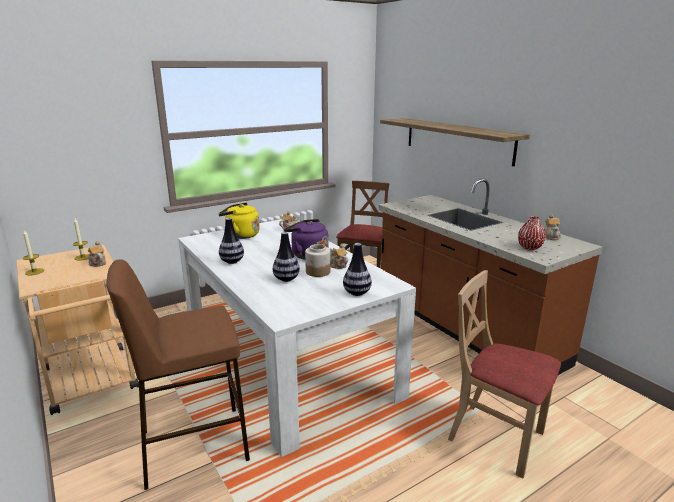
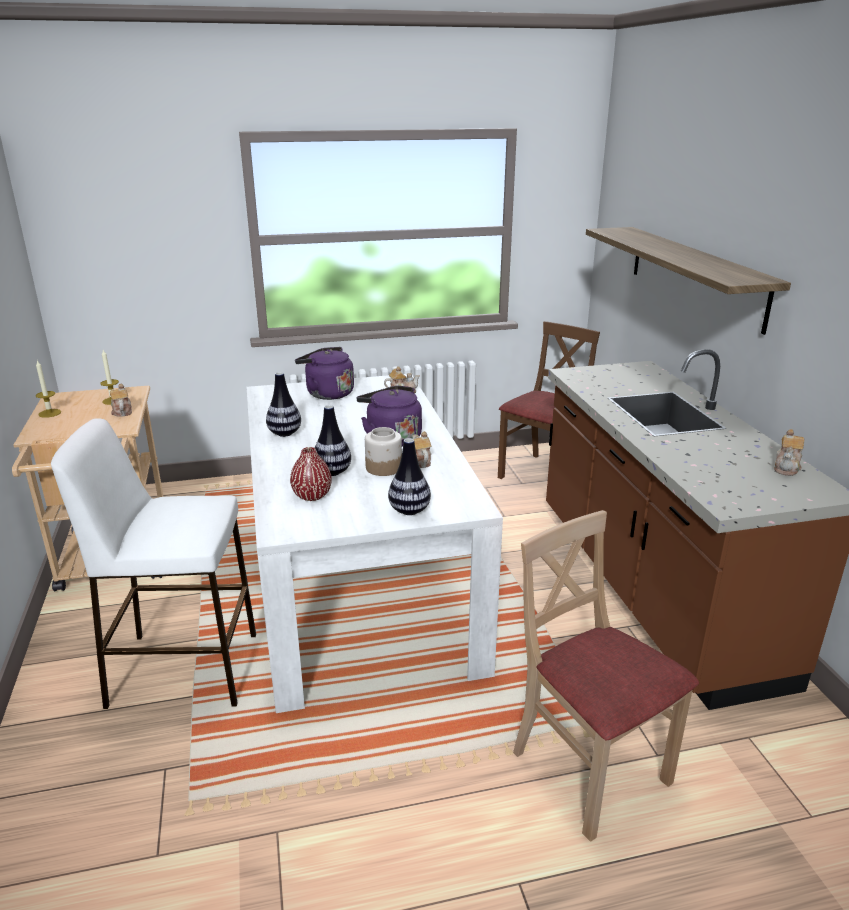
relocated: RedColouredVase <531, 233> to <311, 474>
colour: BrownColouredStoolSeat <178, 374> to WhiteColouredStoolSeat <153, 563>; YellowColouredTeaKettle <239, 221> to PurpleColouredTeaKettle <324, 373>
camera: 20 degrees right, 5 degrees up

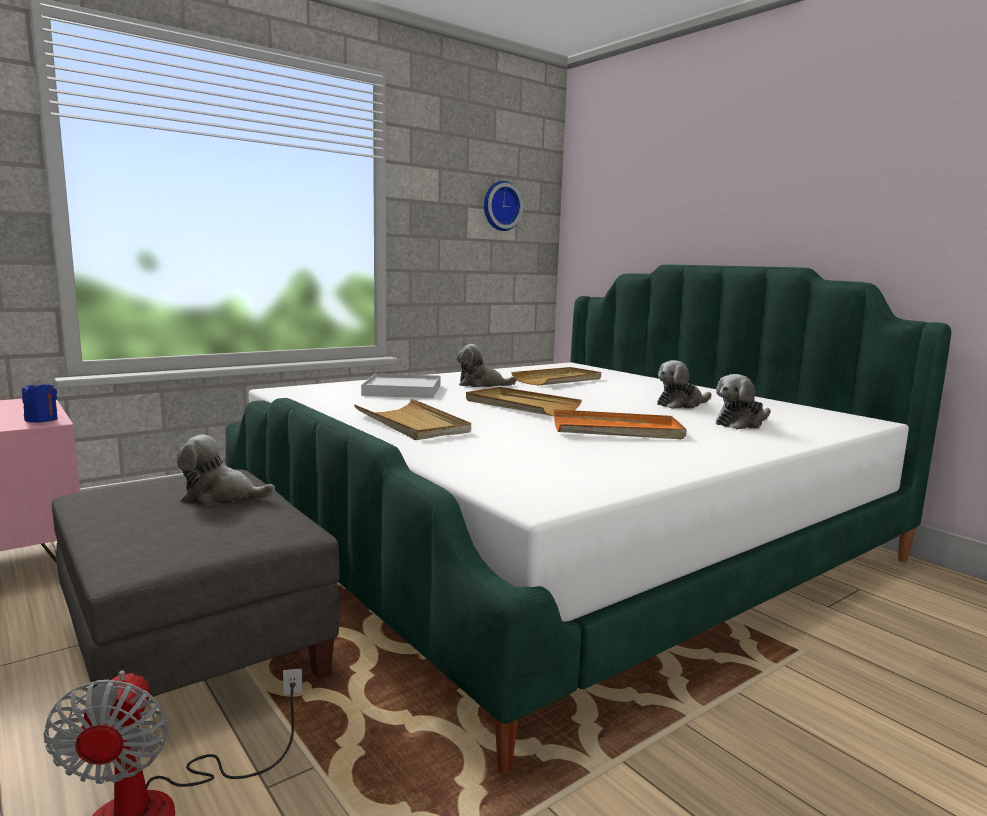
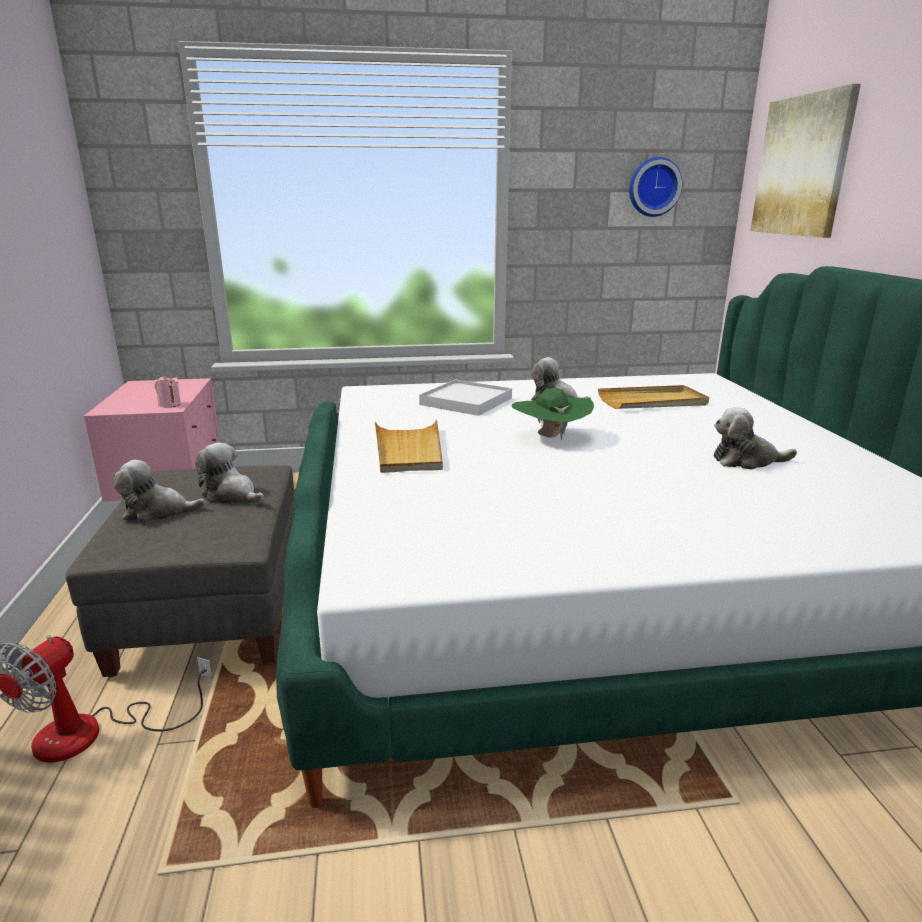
missing: OrangeColouredServingTray <620, 424>
appeared: Picture <805, 161>
relocated: SoftToy <743, 401> to <160, 491>
exchanged: BeigeColouredServingTray <524, 401> to GreenWearableHat <552, 414>
colour: BlueColouredCandle <40, 401> to PinkCandle <168, 391>
camera: 30 degrees right, 10 degrees up

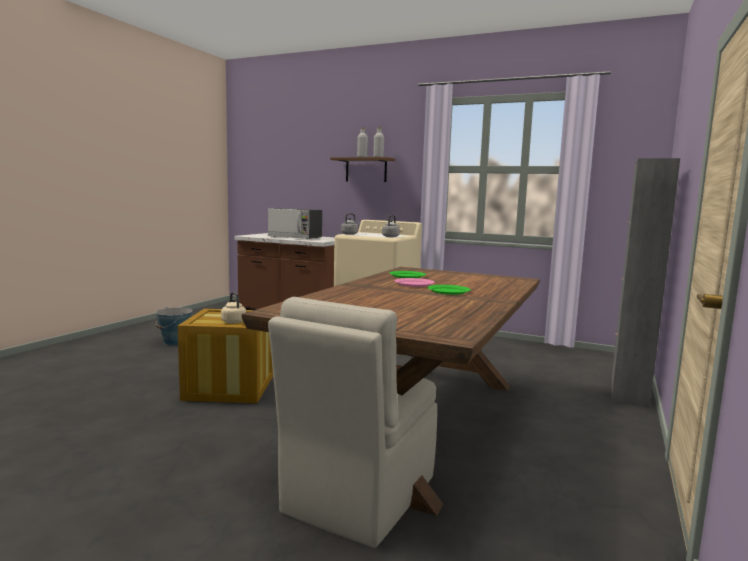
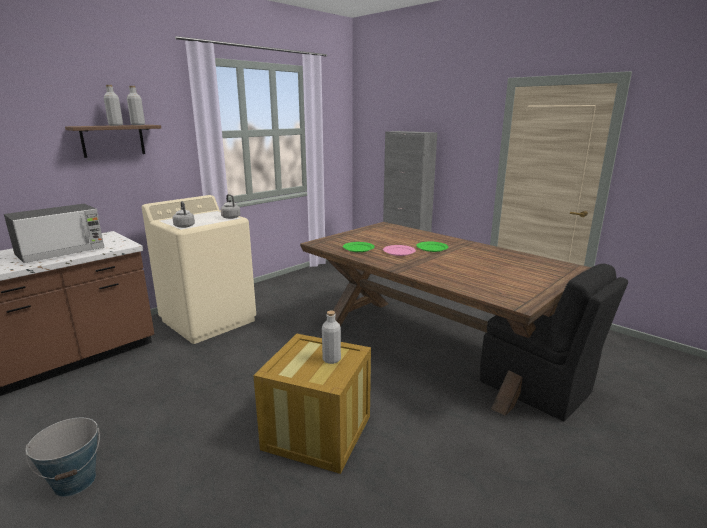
exchanged: BeigeColouredTeaKettle <233, 307> to GreyBottle <331, 337>
colour: BeigeColouredChair <352, 422> to BlackColouredChair <554, 342>
camera: 70 degrees left, 10 degrees up

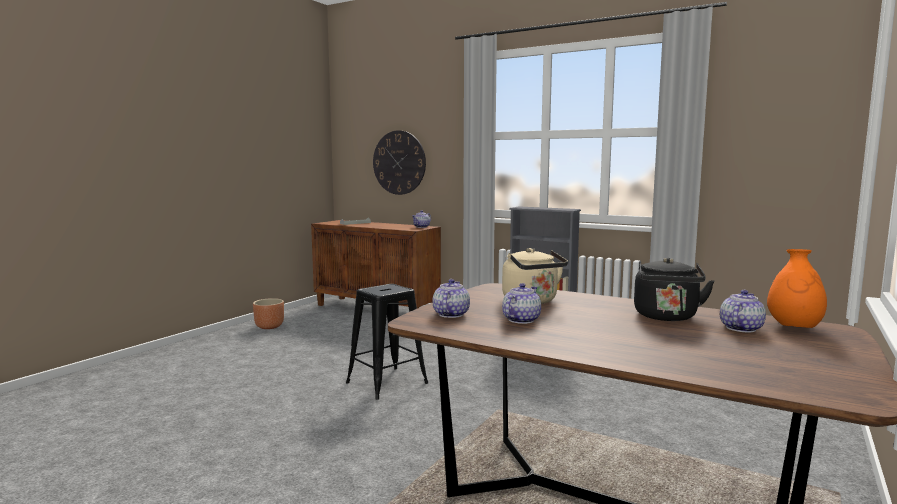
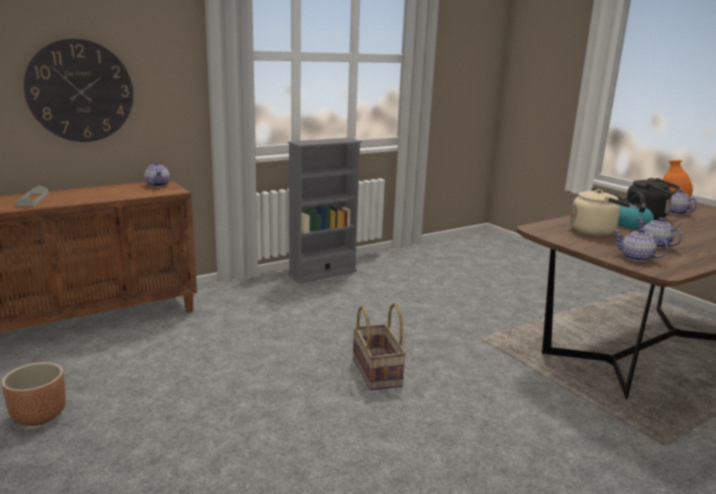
appeared: TeaKettle <636, 210>
exchanged: BlackColouredStoolSeat <387, 342> to HouseholdBasket <379, 347>
camera: 65 degrees left, 10 degrees up

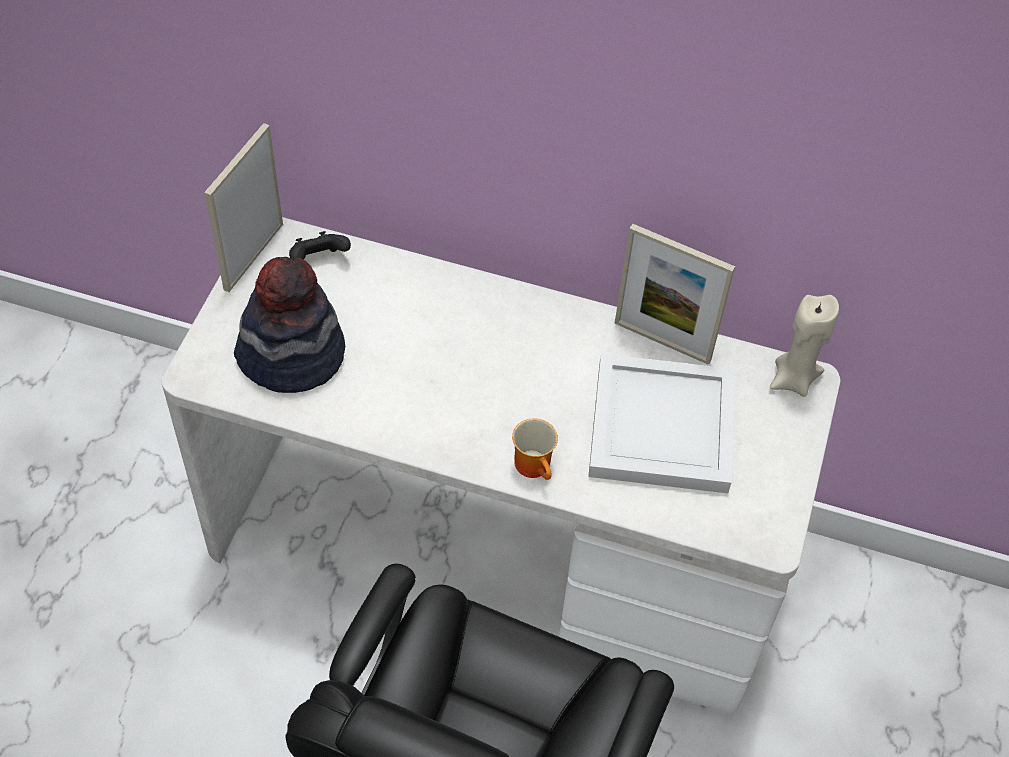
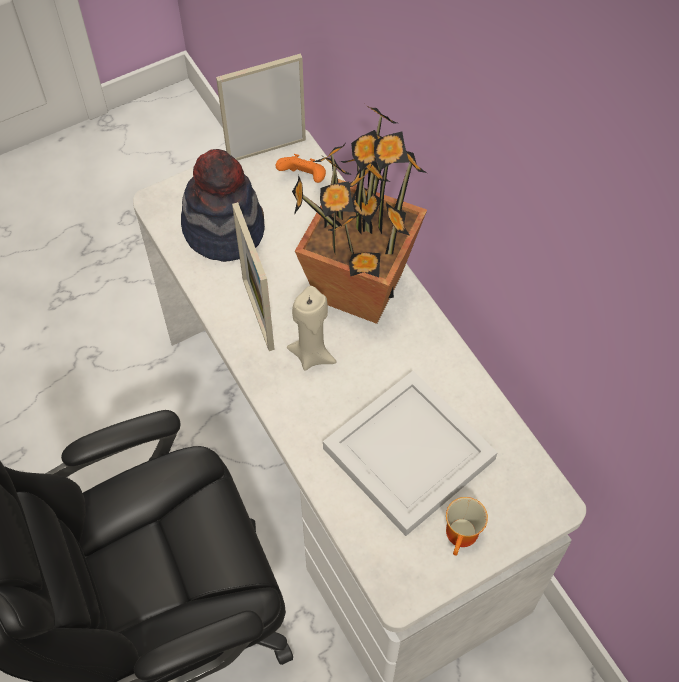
appeared: Houseplant <359, 214>
relocated: Mug <535, 449> to <467, 526>; PhotoFrame <675, 294> to <253, 276>; BeigeColouredCandle <804, 346> to <312, 328>
colour: BlackColouredGamepad <320, 245> to OrangeColouredGamepad <301, 168>
camera: 45 degrees right, 5 degrees up

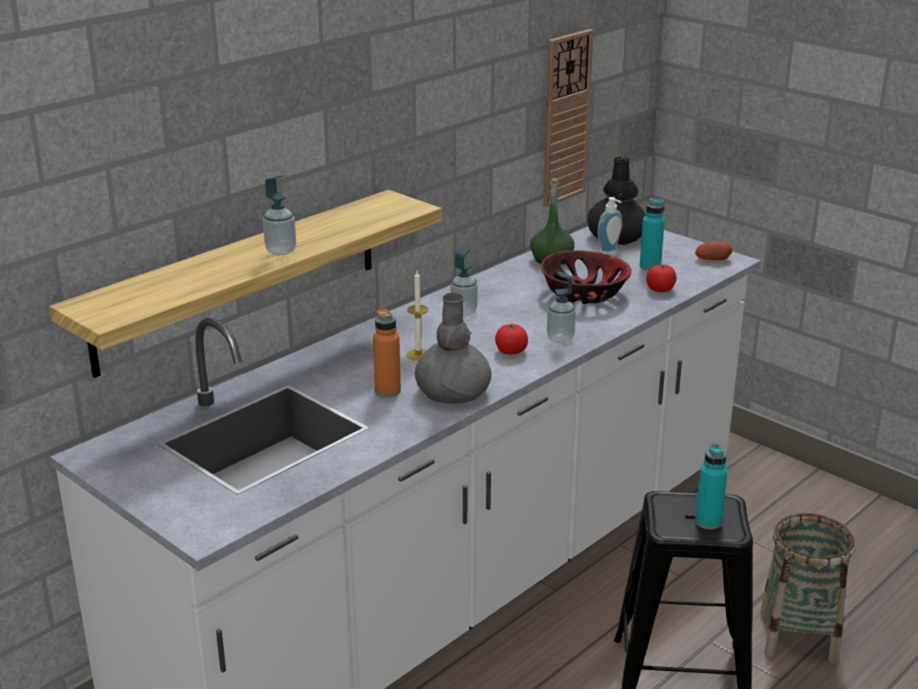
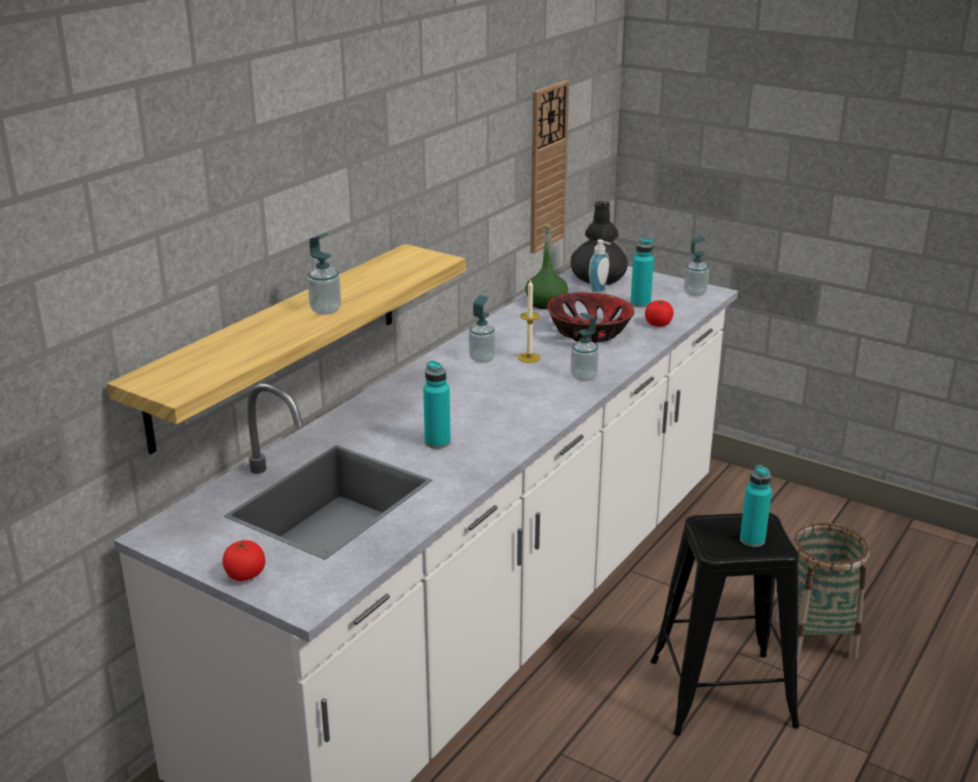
missing: GreyVase <453, 348>
relocated: Candle <417, 316> to <529, 321>; Tomato <511, 339> to <243, 560>
exchanged: WholePotato <713, 250> to SoapBottle <696, 266>
colour: OrangeColouredBottle <387, 353> to TurquoiseBottle <437, 405>
camera: 10 degrees left, 0 degrees up

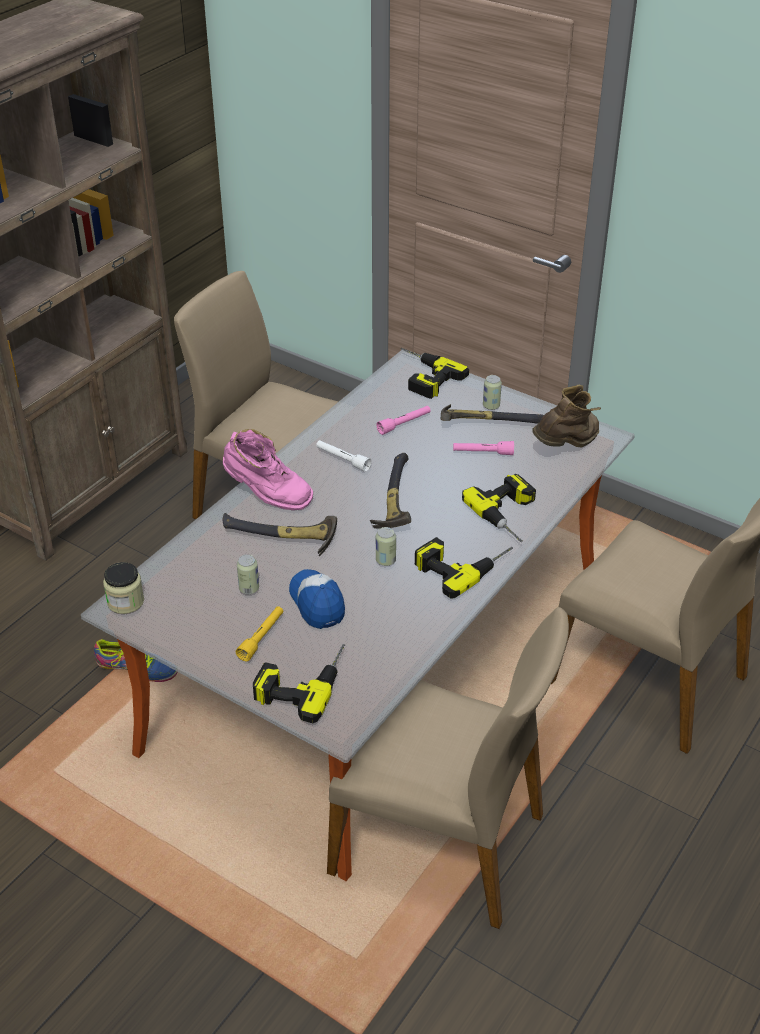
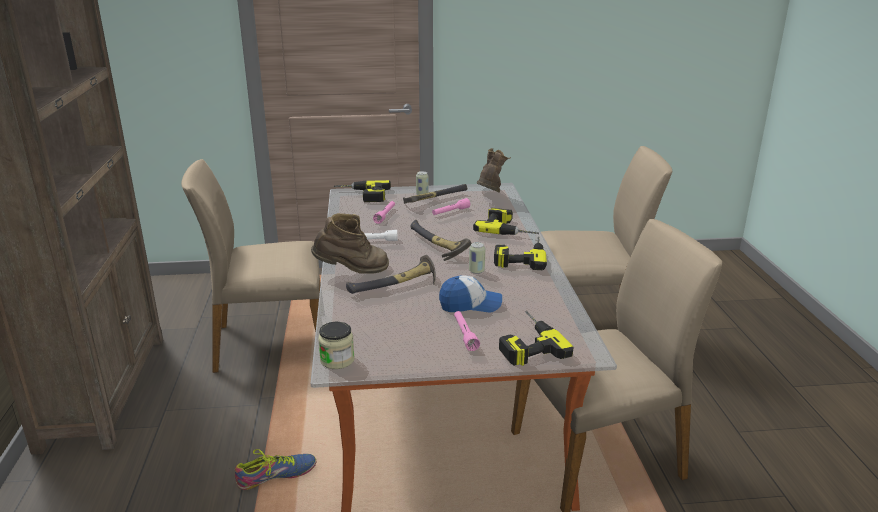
missing: MetalCan <248, 574>
colour: PinkHighTopBoot <268, 469> to BrownColouredHighTopBoot <350, 243>; YellowColouredTorch <259, 633> to PinkTorch <467, 331>
spun: Cap <317, 599> = <470, 294> 150 degrees clockwise
camera: 40 degrees left, 15 degrees down

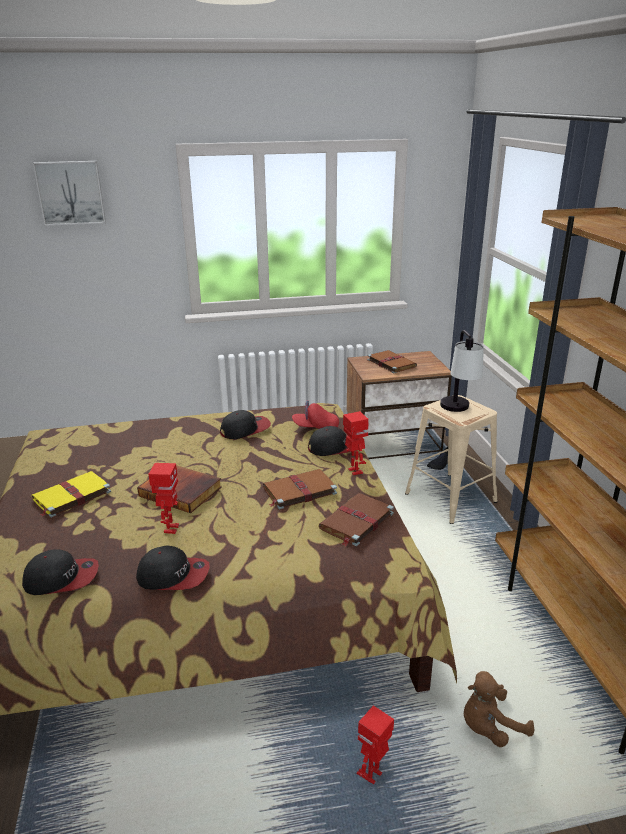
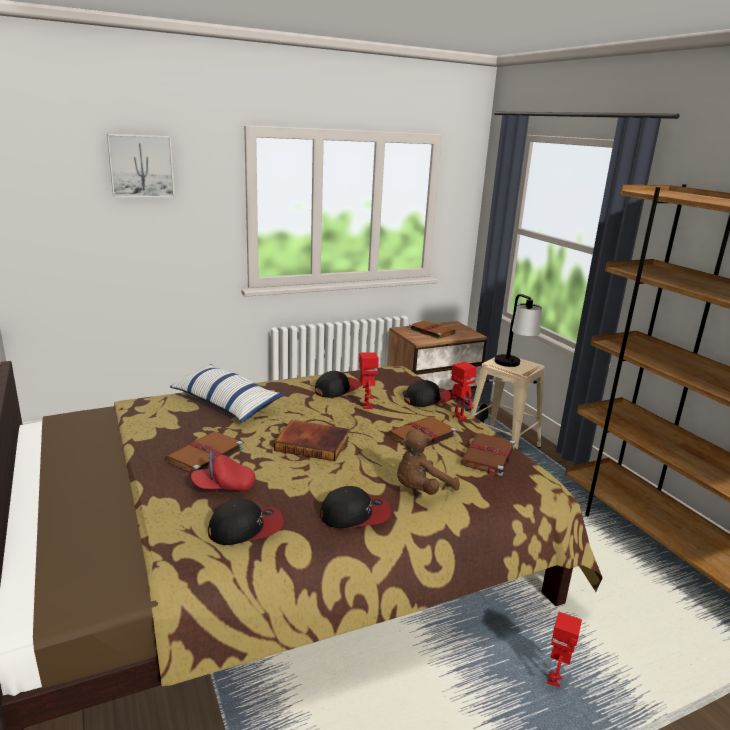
appeared: ThrowPillow <227, 393>
relocated: ModelRobot <163, 498> to <369, 380>; RedColouredCap <315, 414> to <223, 471>; BrownColouredSoftToy <499, 709> to <428, 462>
colour: YellowColouredBook <71, 494> to BrownColouredBook <204, 454>
camera: 15 degrees left, 5 degrees down

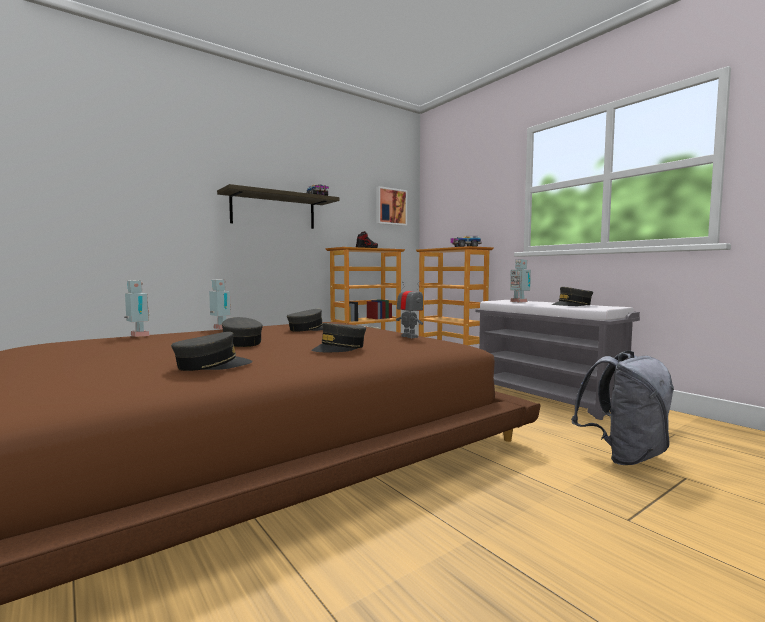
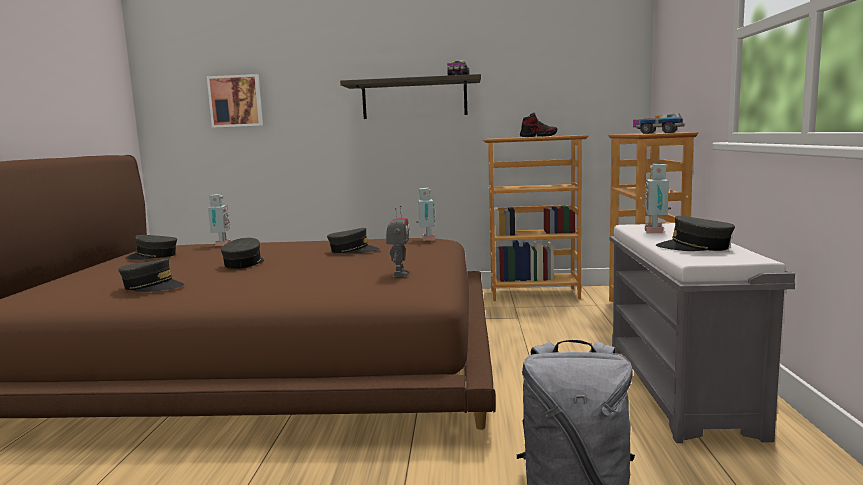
relocated: ModelRobot <220, 304> to <426, 214>; GreyCap <338, 337> to <151, 247>; Picture <391, 206> to <235, 101>
camera: 40 degrees right, 5 degrees up

